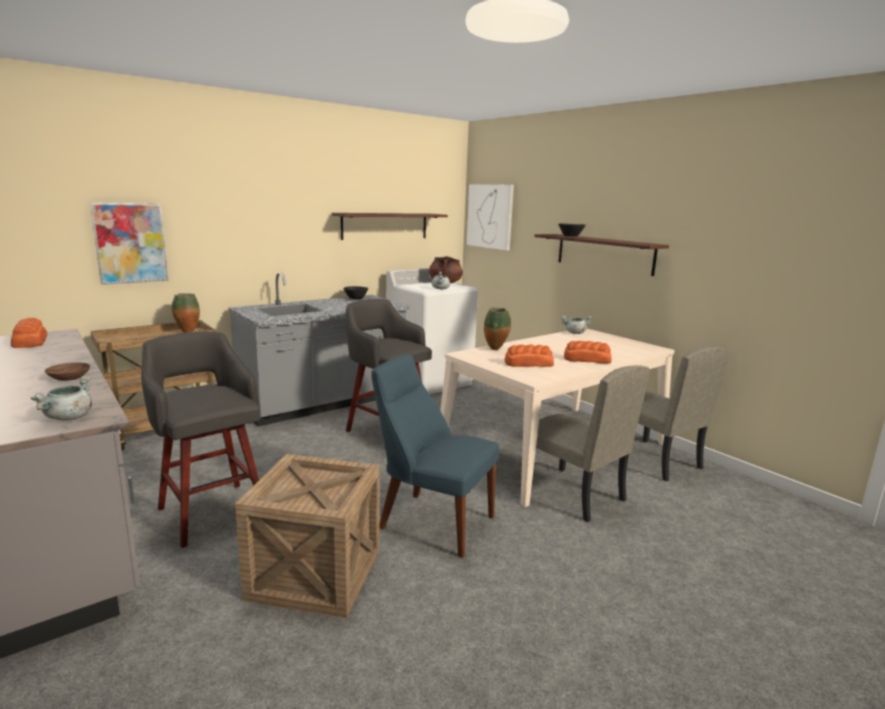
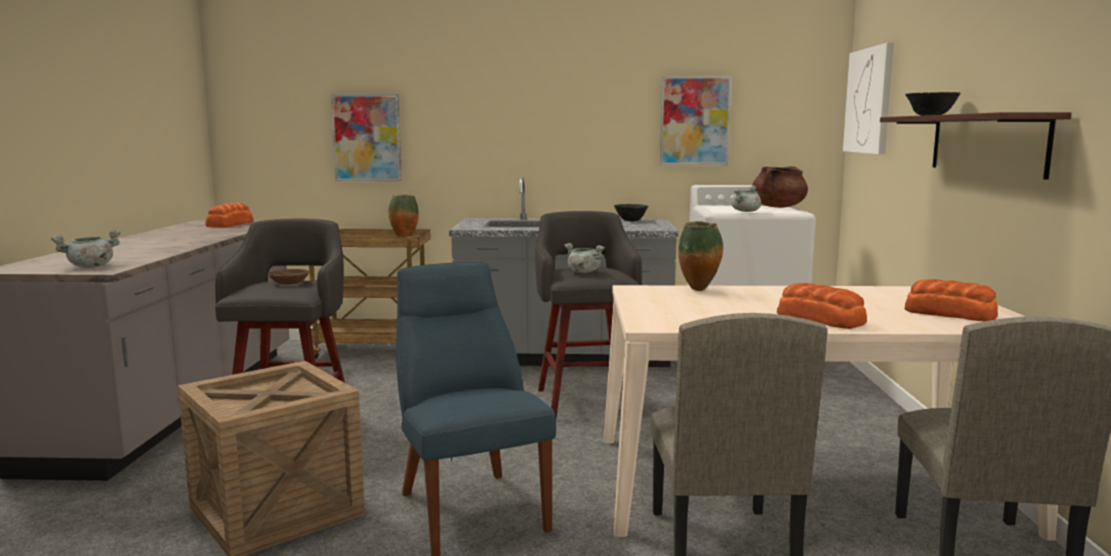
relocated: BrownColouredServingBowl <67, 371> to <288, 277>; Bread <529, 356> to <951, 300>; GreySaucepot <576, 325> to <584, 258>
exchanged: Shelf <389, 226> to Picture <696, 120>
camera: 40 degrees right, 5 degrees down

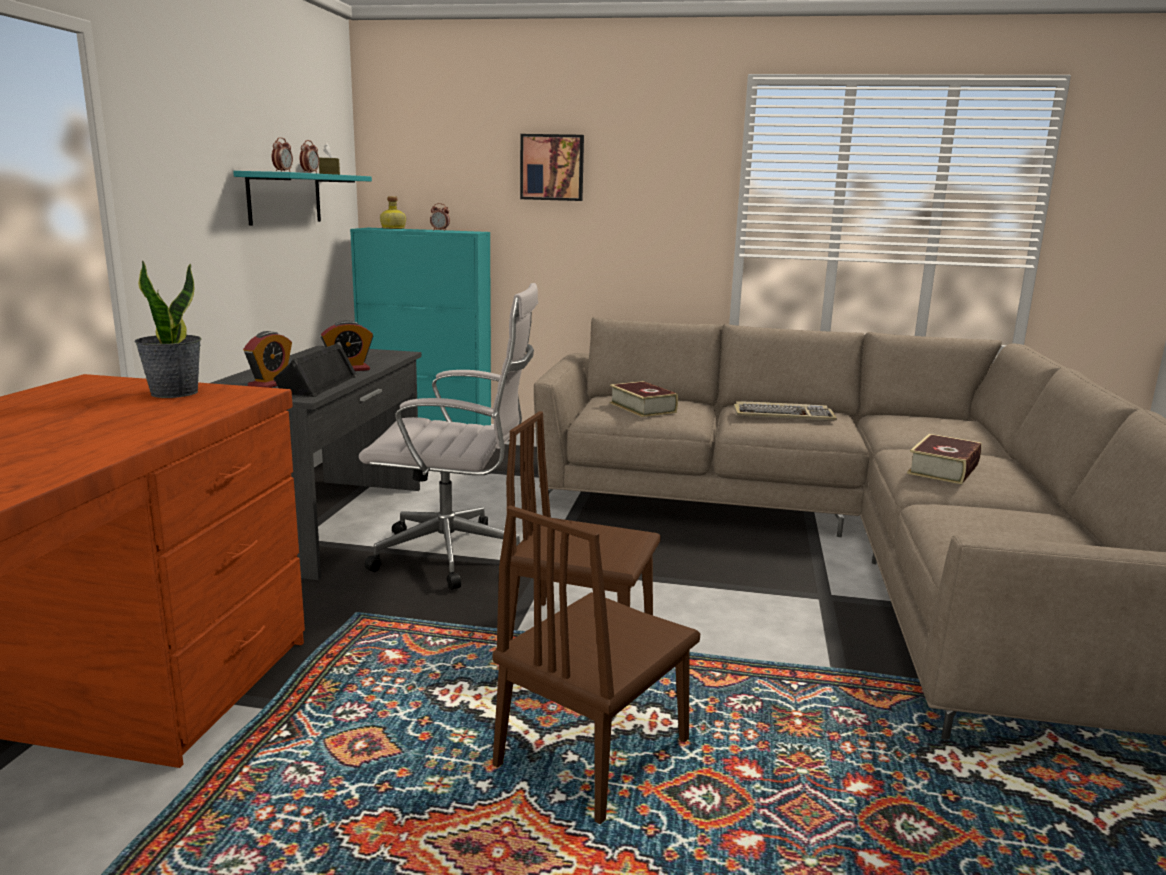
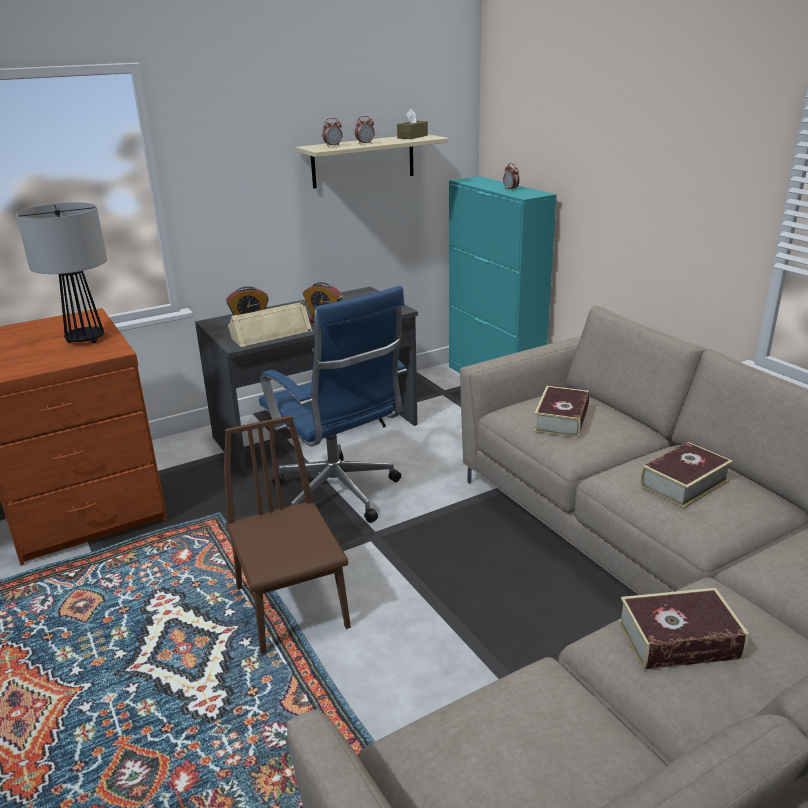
missing: Bottle <393, 212>; BrownColouredChair <596, 664>; Picture <552, 167>
exchanged: Houseplant <167, 329> to TabletopLamp <61, 272>; Keyboard <785, 411> to Book <686, 475>
colour: TurquoiseShelf <302, 198> to BeigeColouredShelf <372, 161>; BlackColouredAudioSpeaker <315, 369> to BeigeColouredAudioSpeaker <270, 324>; WhiteColouredComputerChair <448, 436> to BlueColouredComputerChair <333, 404>
camera: 50 degrees right, 10 degrees up

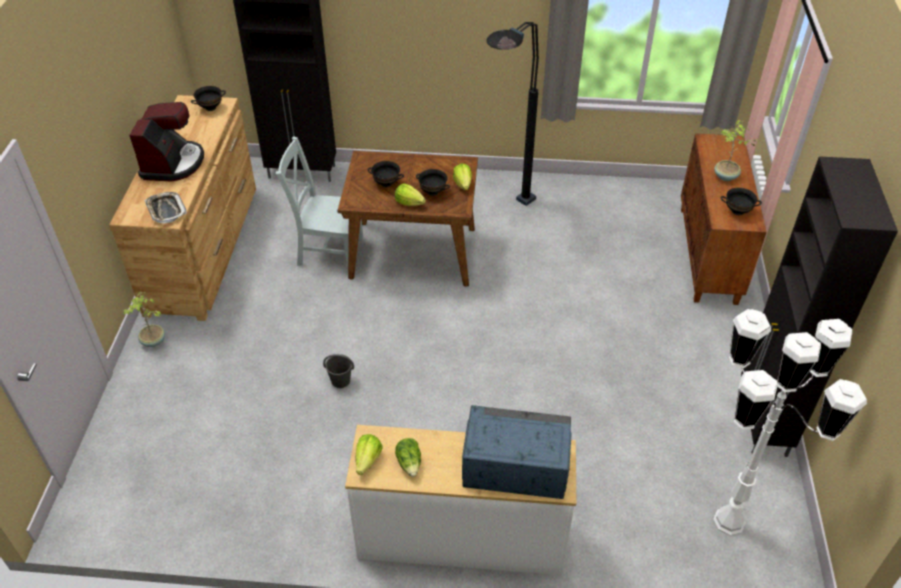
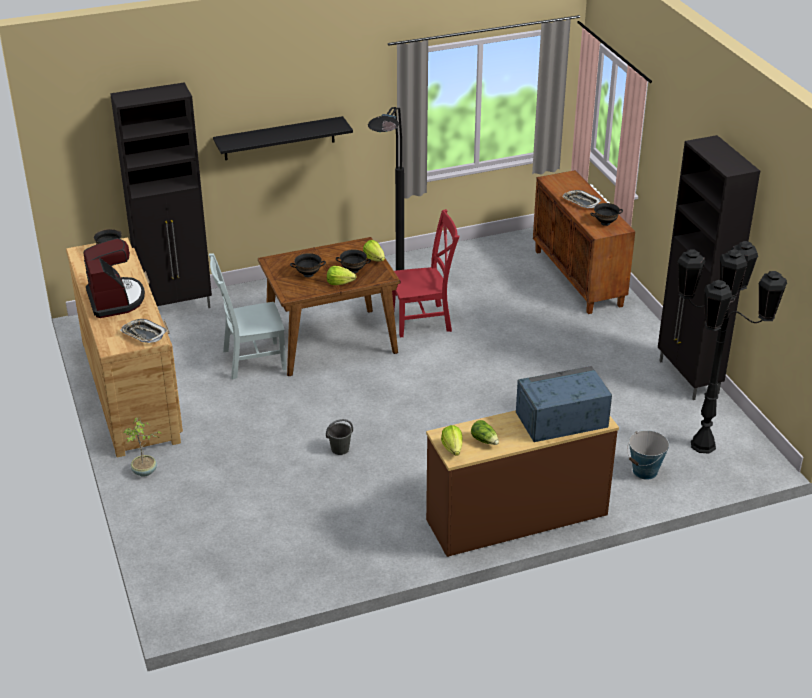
appeared: BlackColouredShelf <283, 138>; RedColouredChair <425, 273>; WaterBucket <648, 455>
exchanged: Houseplant <737, 150> to ServingTray <581, 199>
colour: WhiteColouredDrawerChest <460, 500> to BrownColouredDrawerChest <522, 483>; WhiteColouredFloorLamp <790, 422> to BlackColouredFloorLamp <732, 347>
camera: 25 degrees left, 10 degrees down

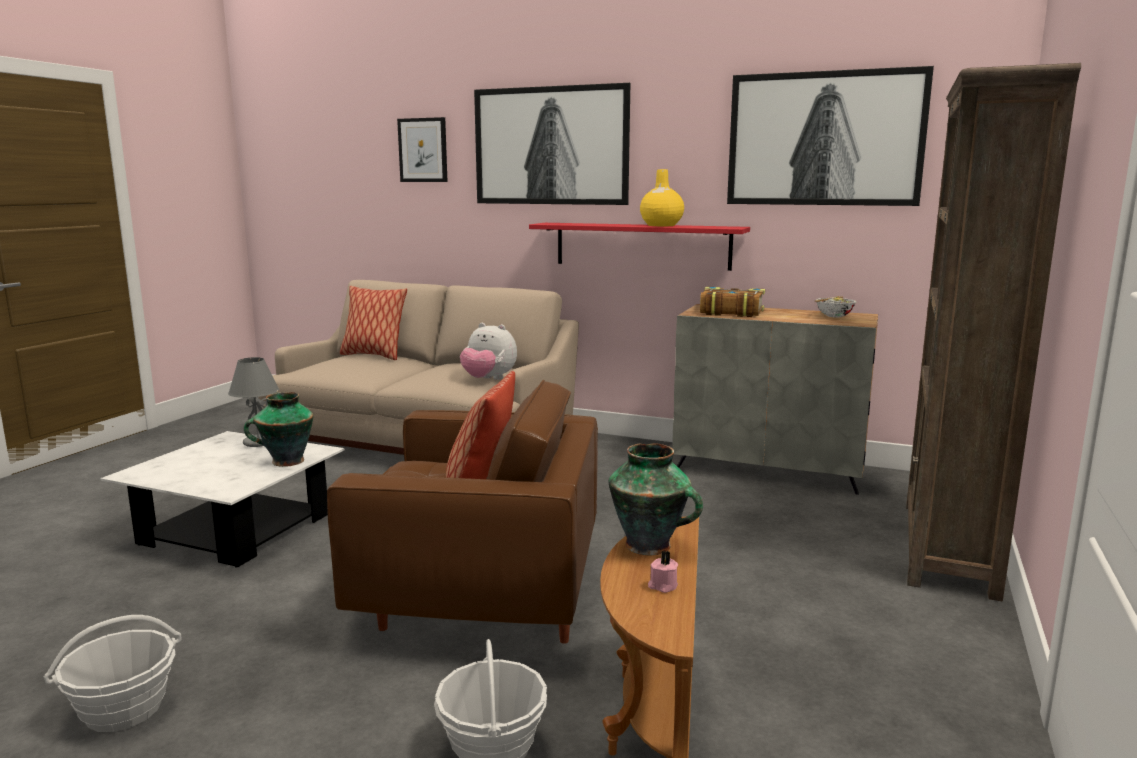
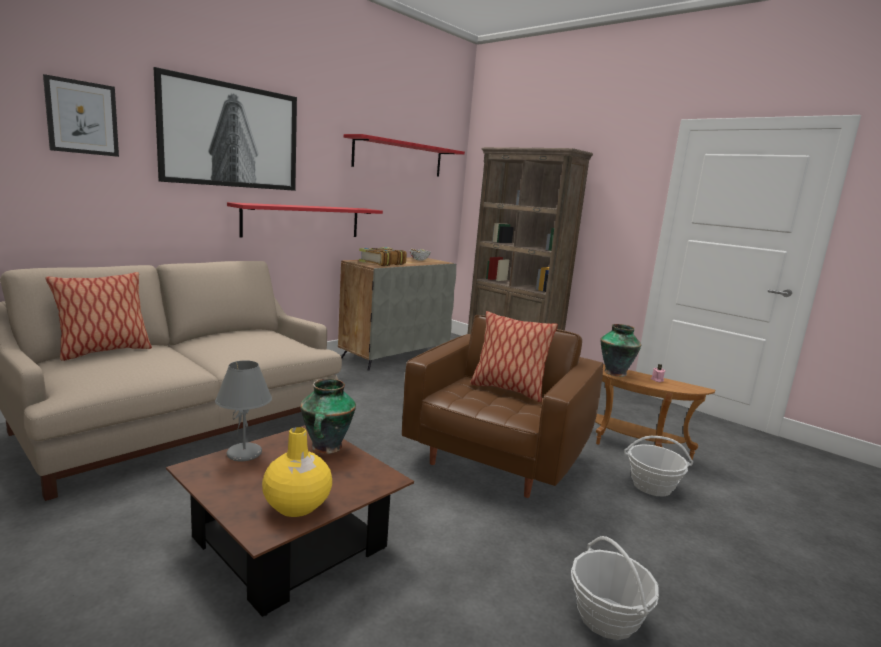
missing: SoftToy <488, 351>
relocated: YellowColouredVase <662, 197> to <297, 472>
exchanged: Picture <830, 136> to RedColouredShelf <404, 155>
colour: WhiteColouredCoffeeTable <222, 499> to BrownColouredCoffeeTable <290, 521>
camera: 70 degrees left, 0 degrees up

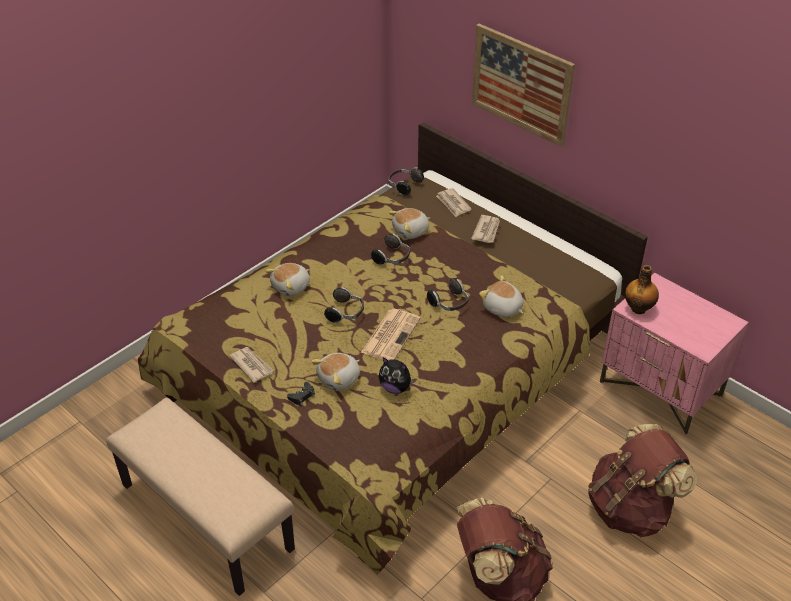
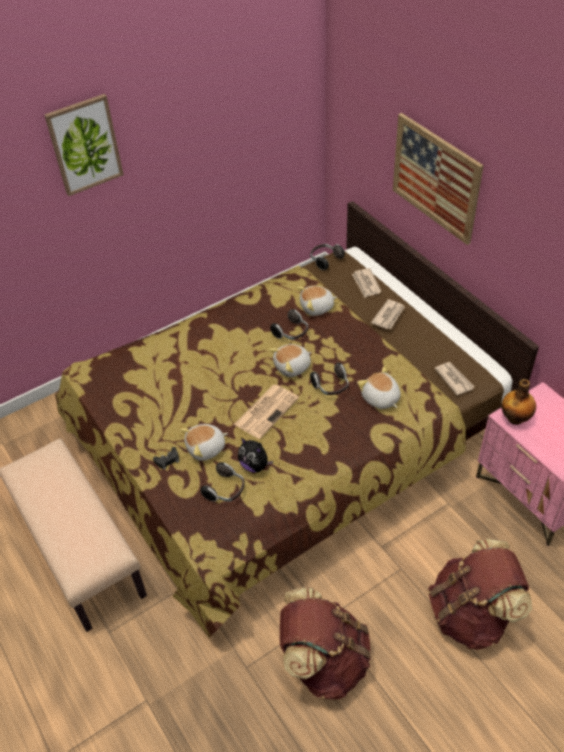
appeared: Picture <84, 145>
relocated: Newspaper <252, 365> to <454, 378>; SoftToy <287, 279> to <290, 360>; PairOfHeadphones <344, 305> to <222, 482>
camera: 15 degrees right, 5 degrees up

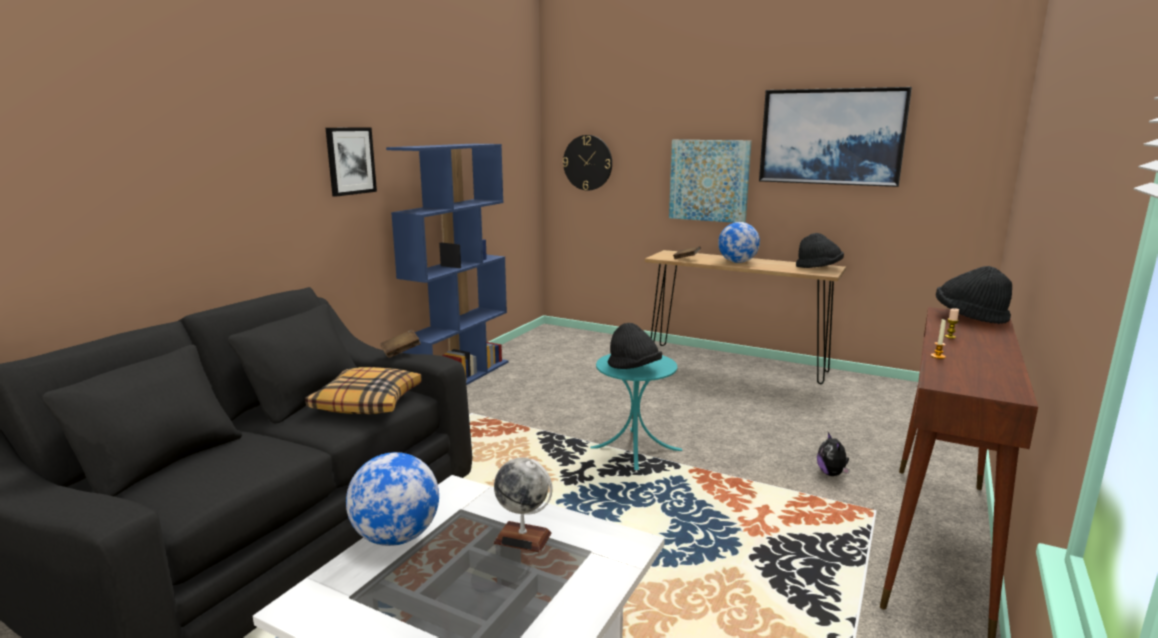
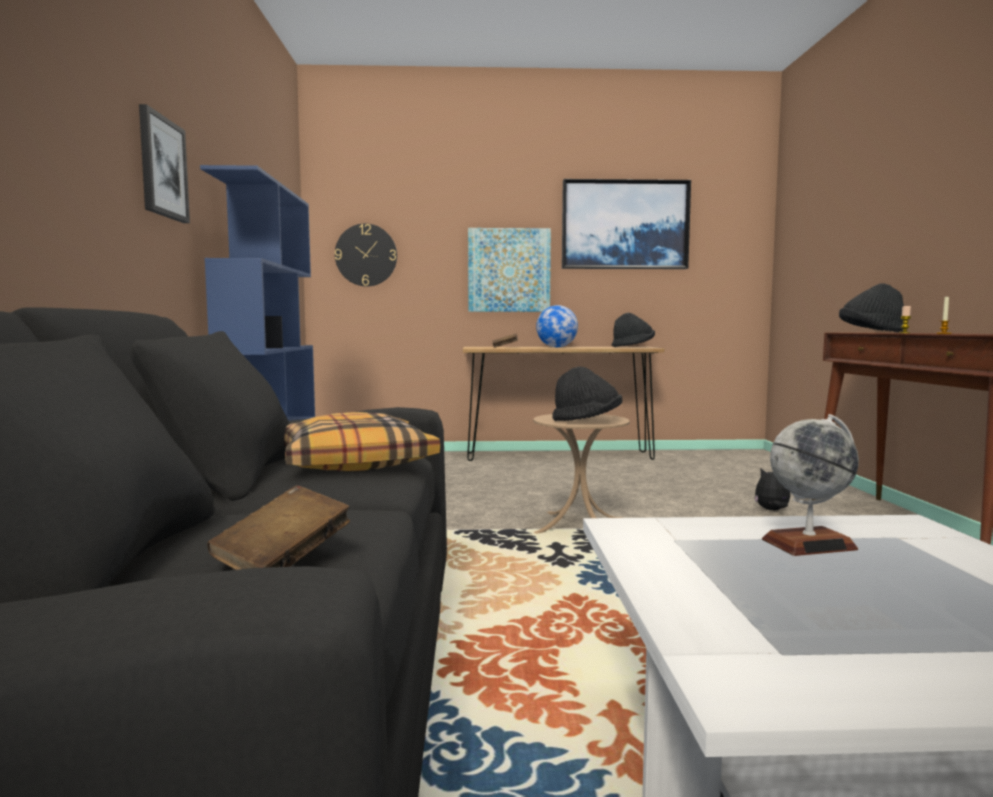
missing: Globe <392, 499>
relocated: BrownColouredBook <400, 343> to <278, 527>
colour: TurquoiseAccentTable <636, 412> to BeigeColouredAccentTable <581, 474>
spun: SoftToy <833, 454> = <772, 489> 135 degrees clockwise
camera: 30 degrees left, 10 degrees down

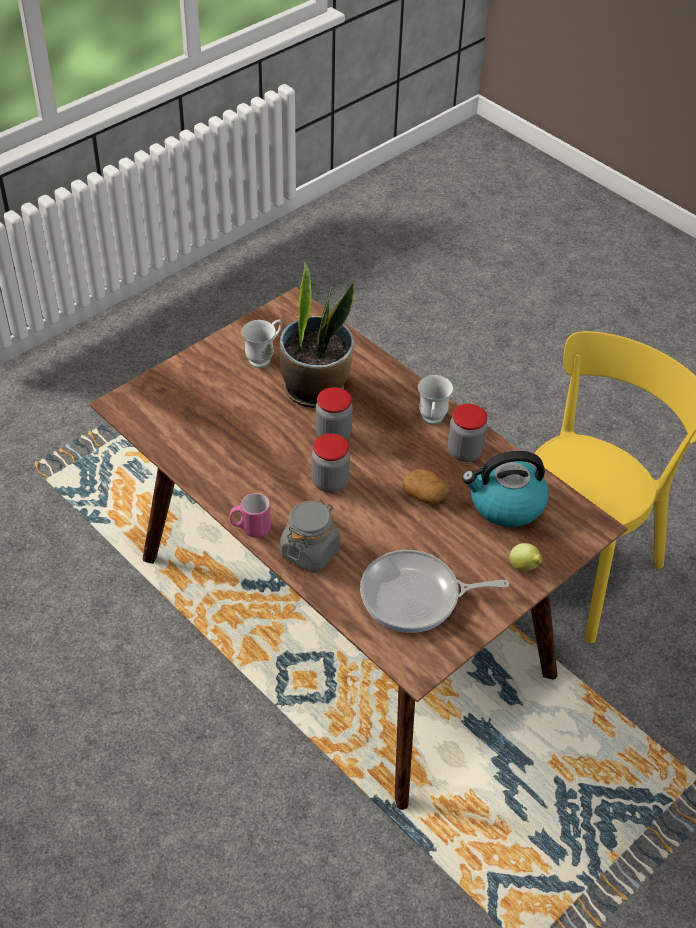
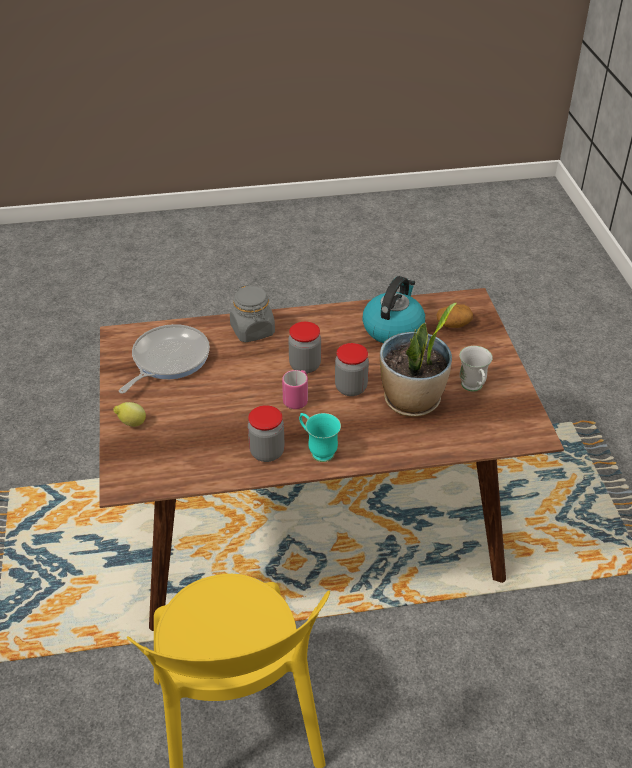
relocated: PinkMug <250, 515> to <295, 389>; WholePotato <426, 486> to <454, 316>; TeaKettle <505, 489> to <393, 309>
colour: WhiteColouredMug <435, 400> to TurquoiseMug <320, 437>
camera: 125 degrees right, 5 degrees down

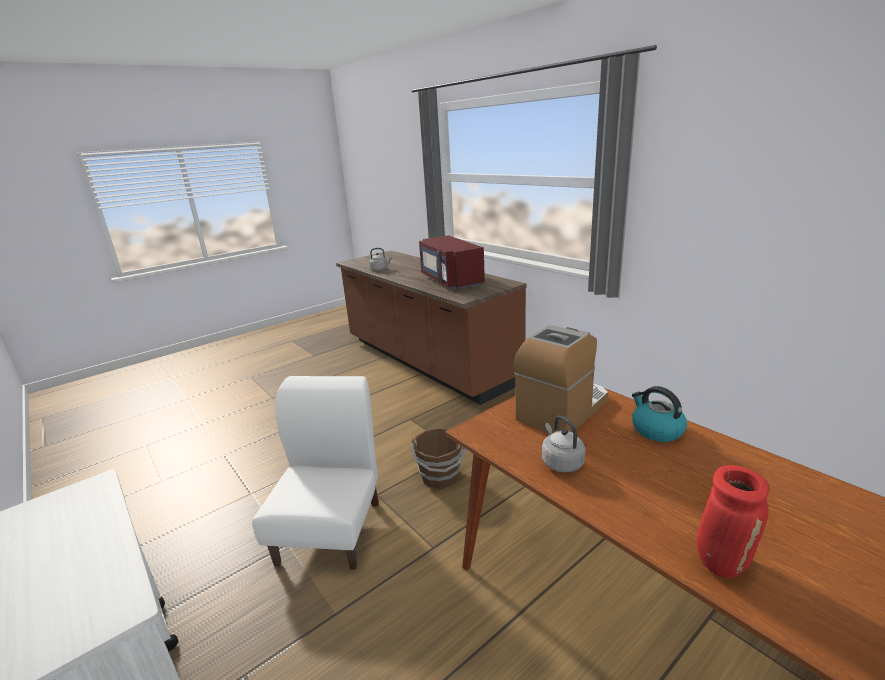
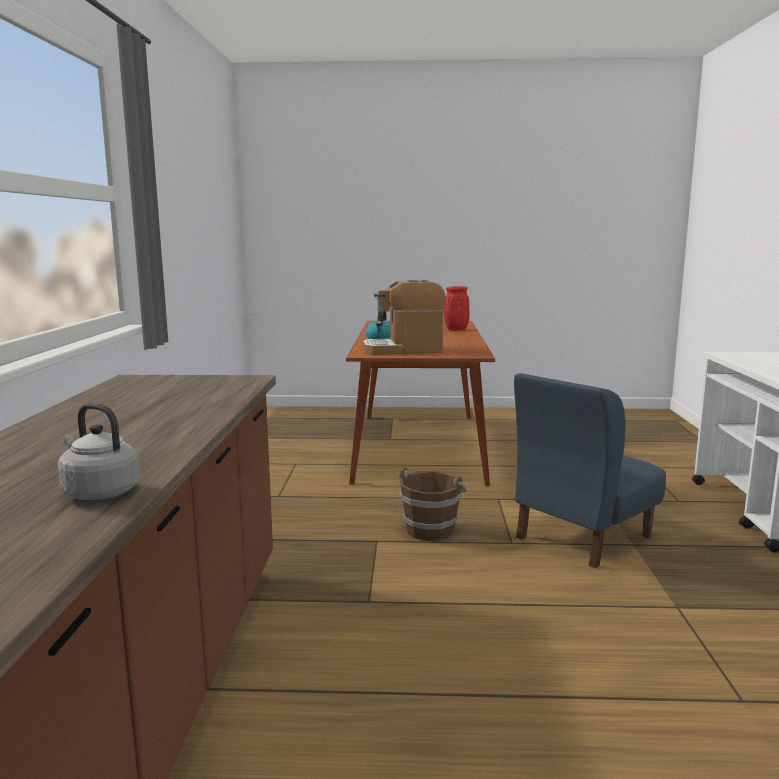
missing: RedColouredKitchenMicrowave <452, 262>; GreyTeaKettle <563, 443>
colour: WhiteColouredChair <315, 472> to BlueColouredChair <590, 470>
camera: 140 degrees left, 10 degrees down

